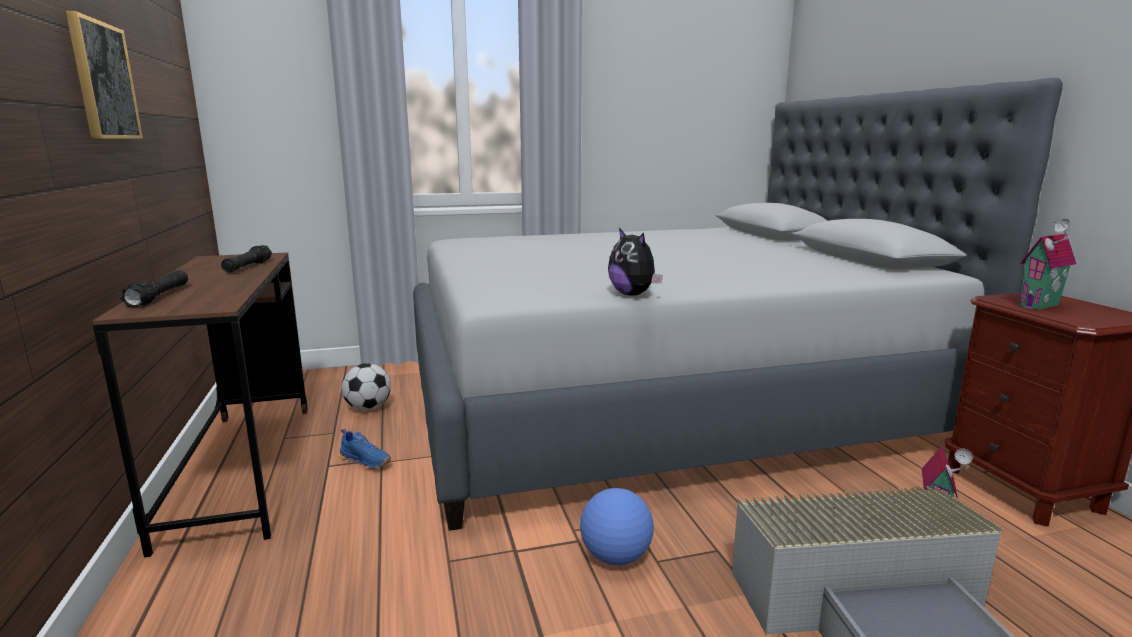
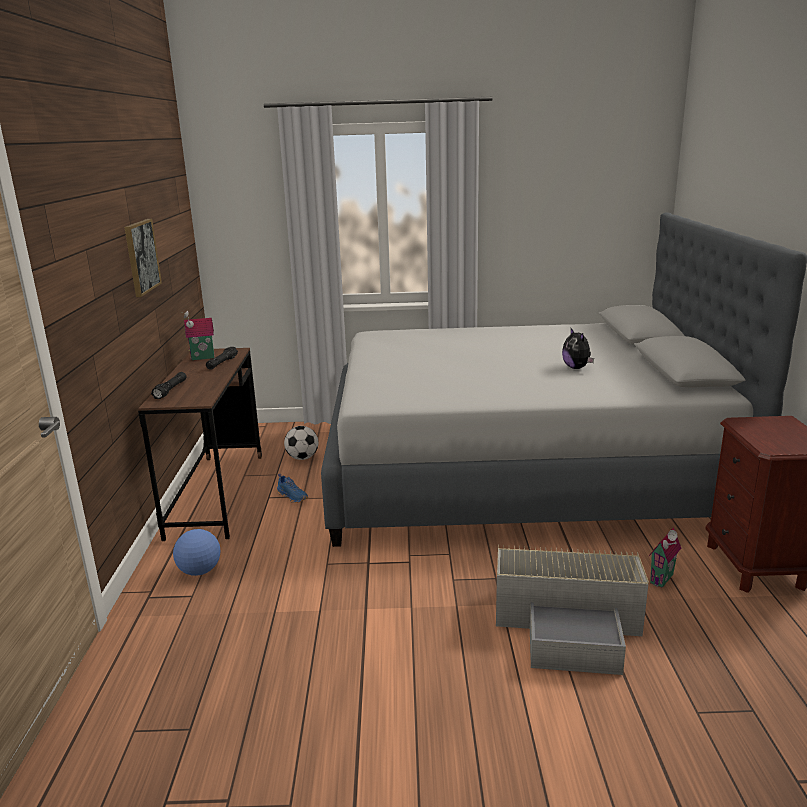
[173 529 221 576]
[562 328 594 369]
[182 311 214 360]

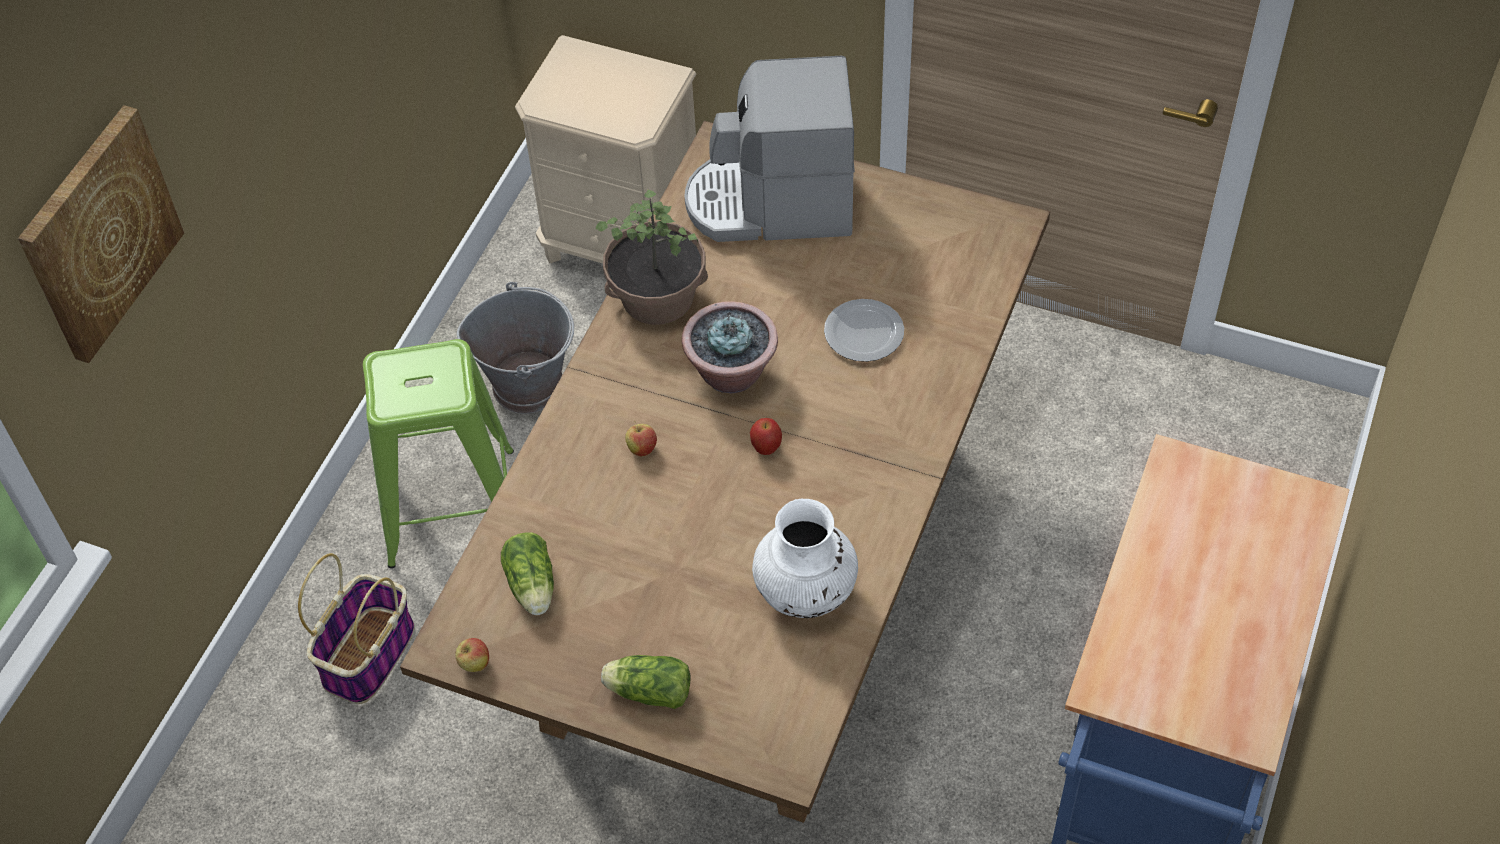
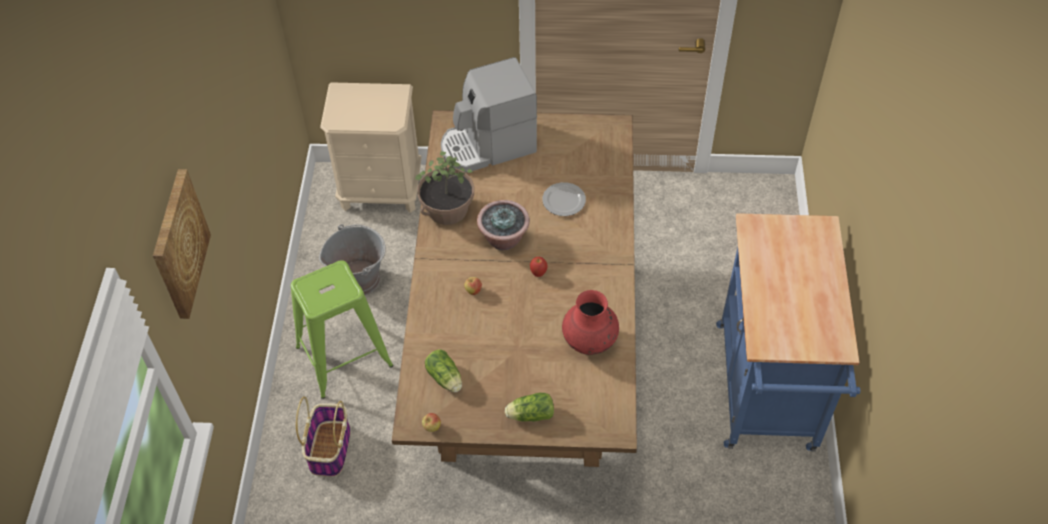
[562 290 619 355]

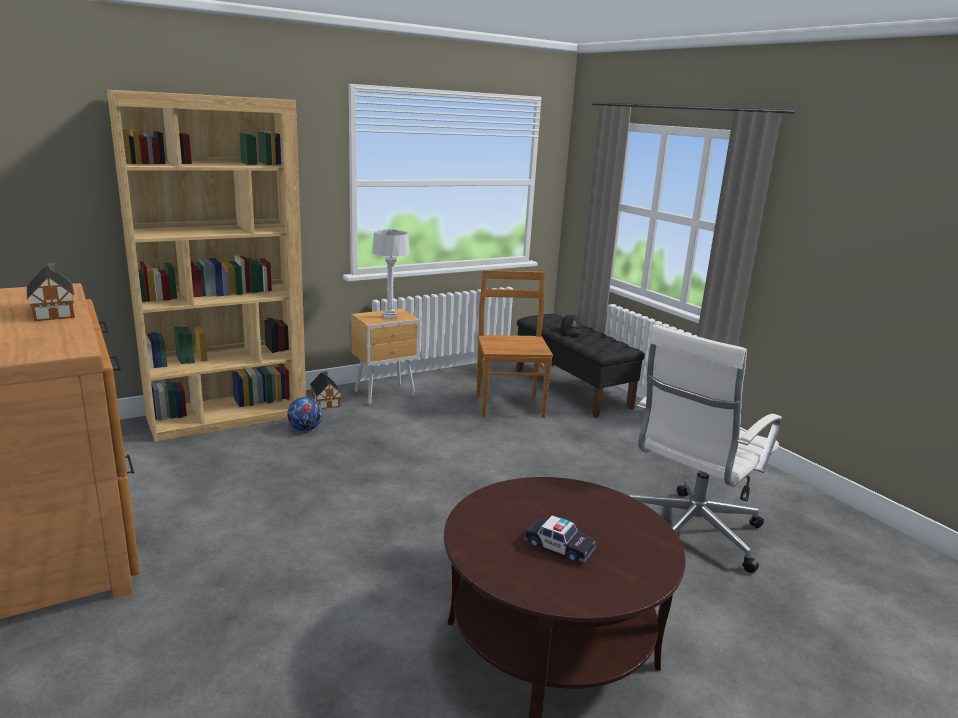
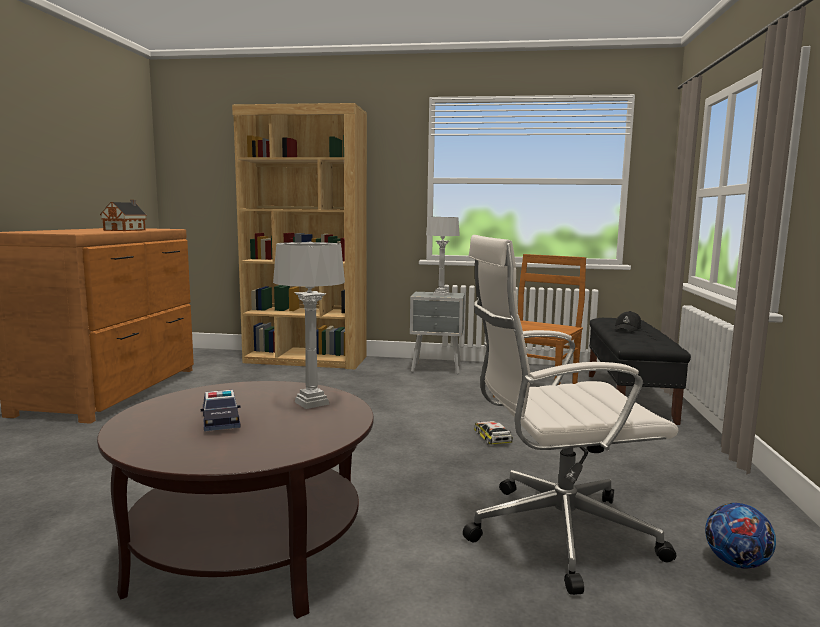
[310 371 342 409] (first image)
[273 242 345 409]
[474 421 513 445]
[705 503 776 569]
[410 292 465 375]

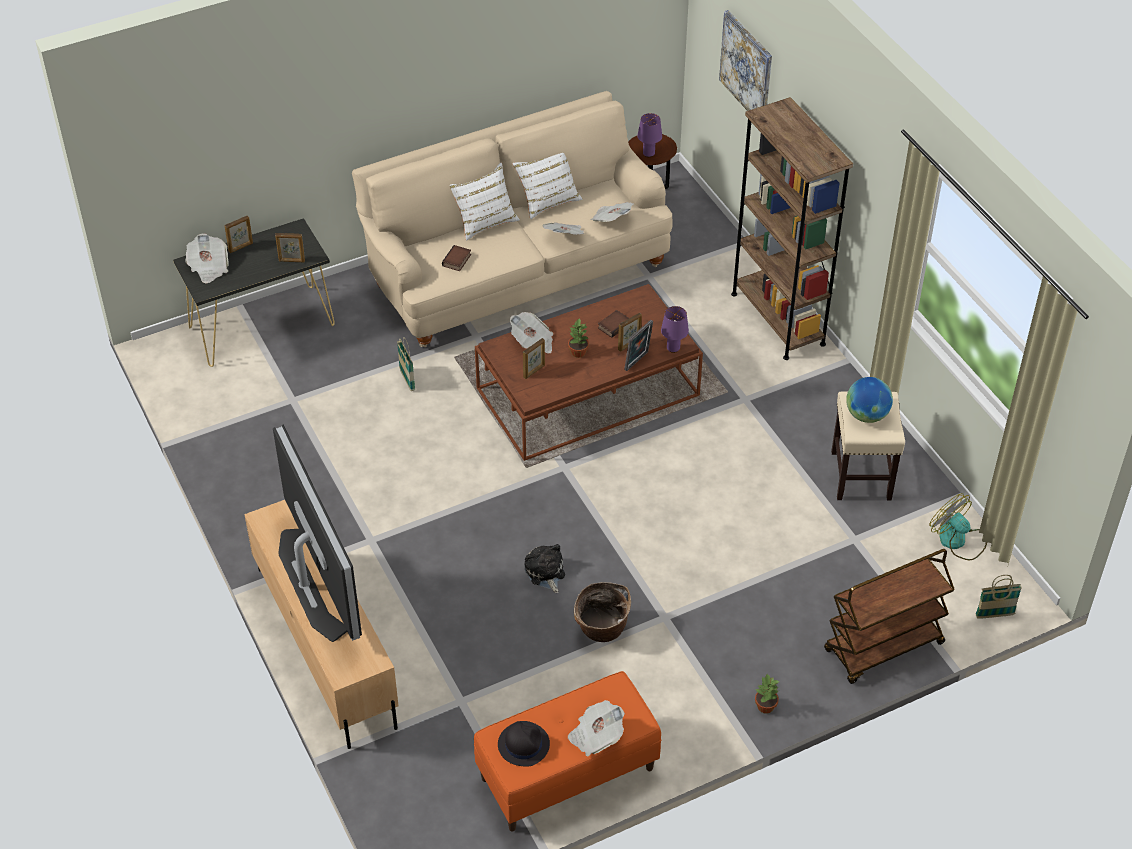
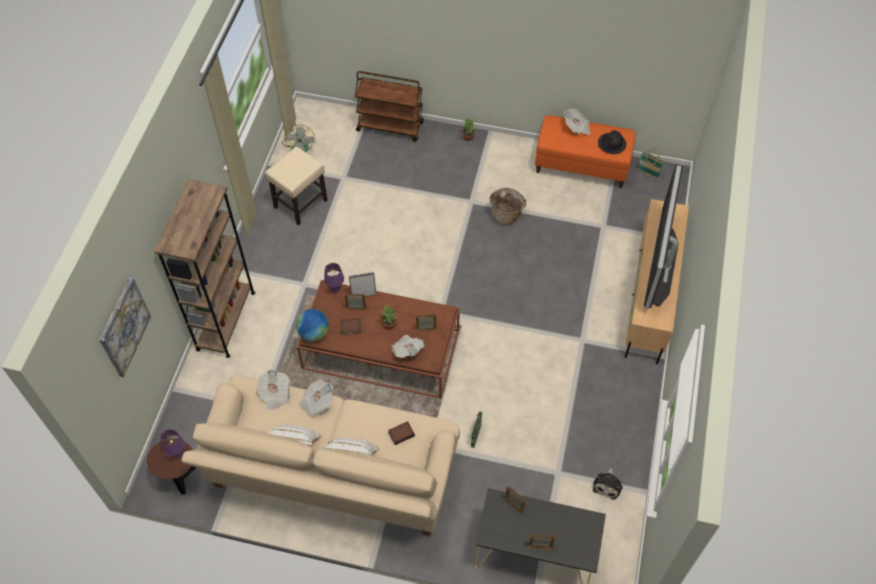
[185 233 229 284] (first image)
[593 467 623 500]
[296 309 329 342]
[637 148 664 178]

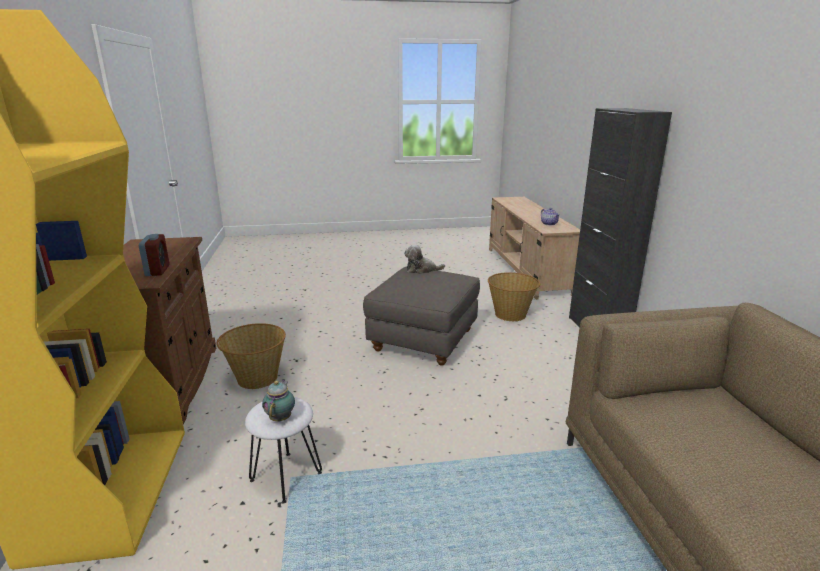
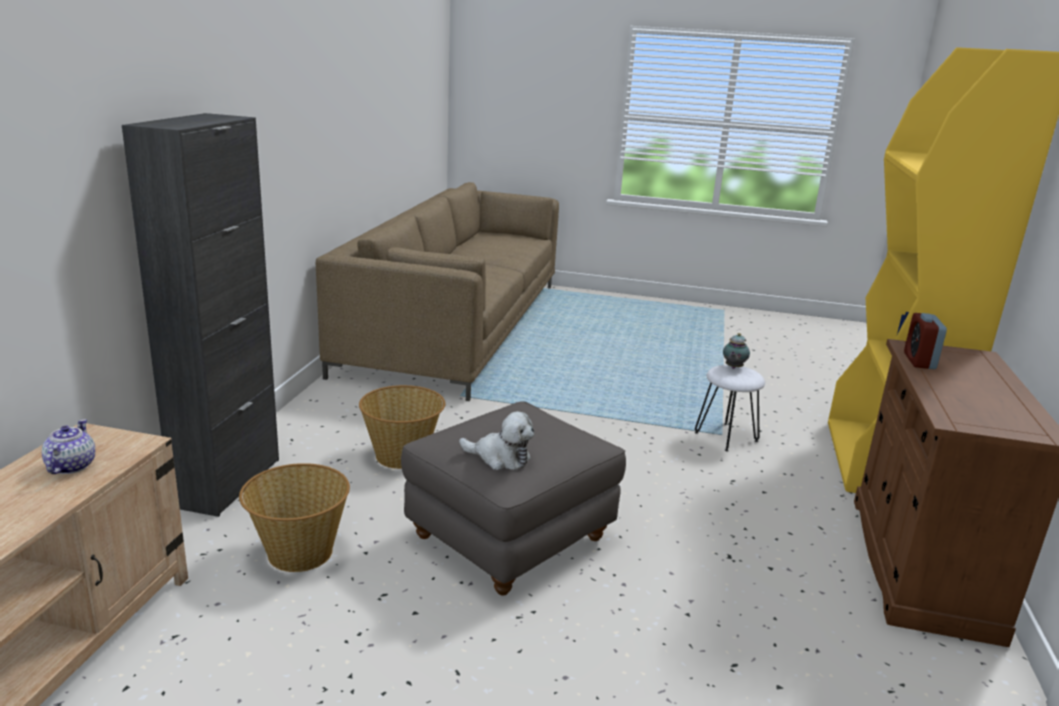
[359 385 445 469]

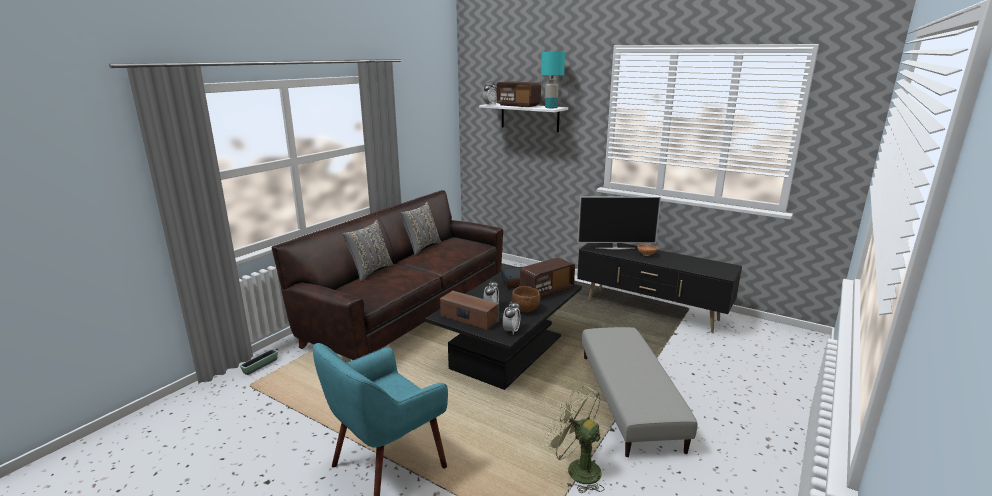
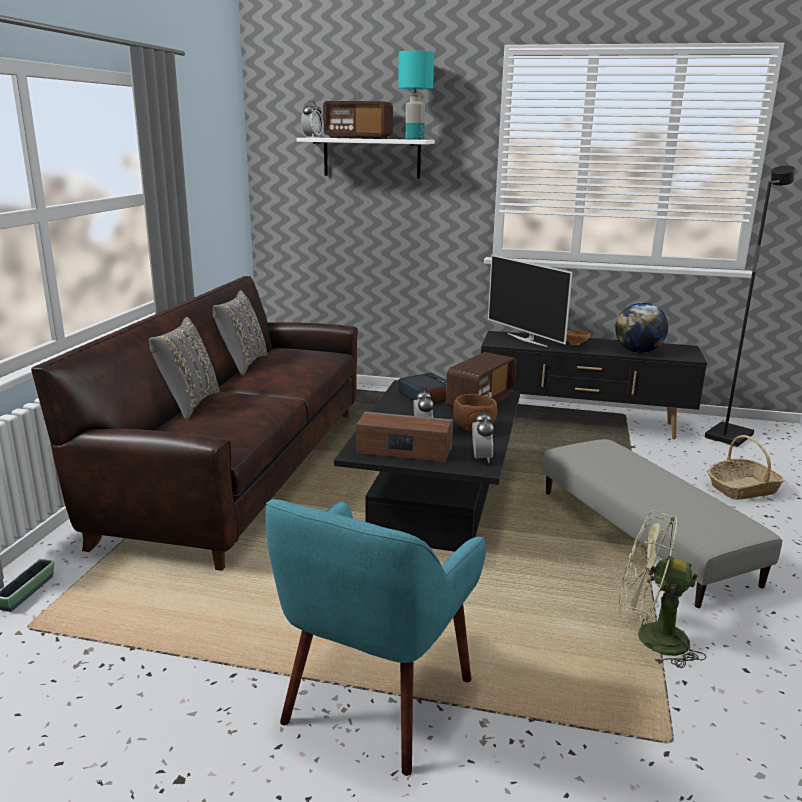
[615 302 668 353]
[705 166 795 447]
[707 435 785 500]
[488 255 573 347]

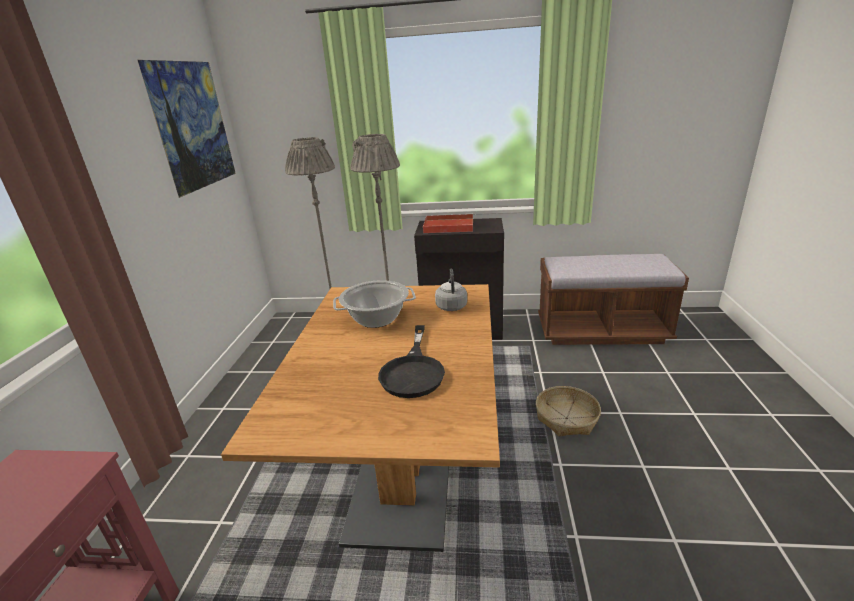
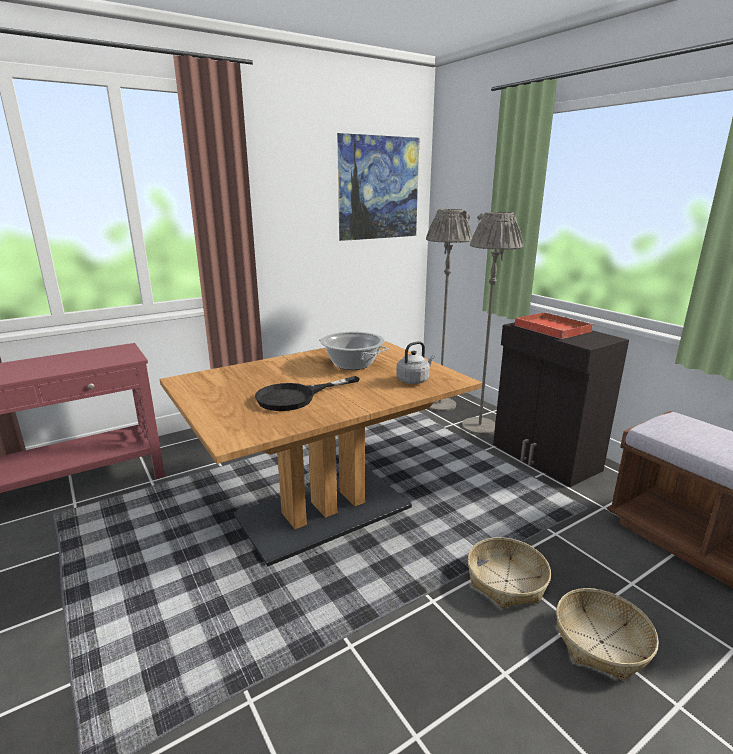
[556 588 659 681]

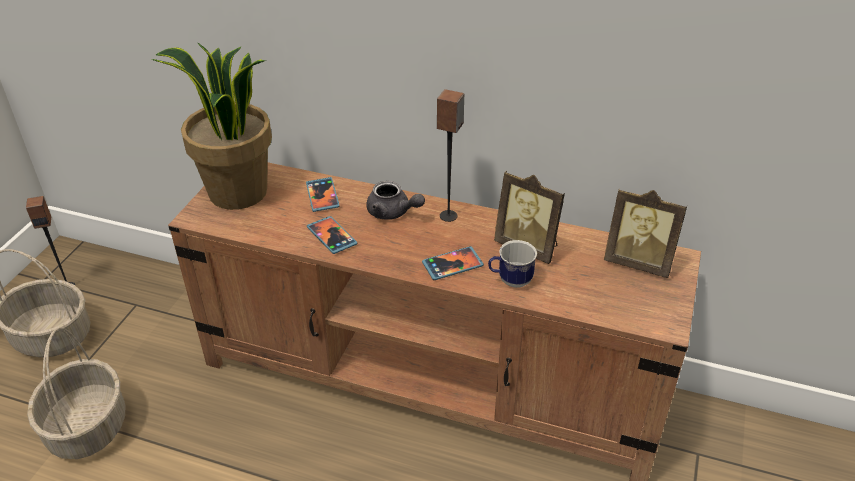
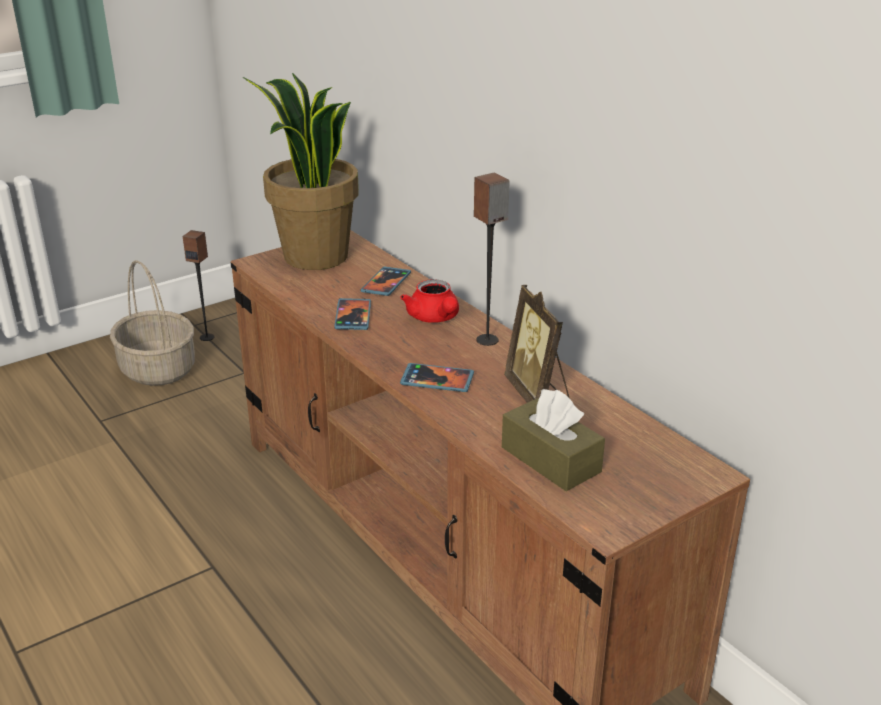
[27 328 125 459] (first image)
[488 240 537 288] (first image)
[604 188 687 278] (first image)
[502 389 605 491]
[400 279 459 323]

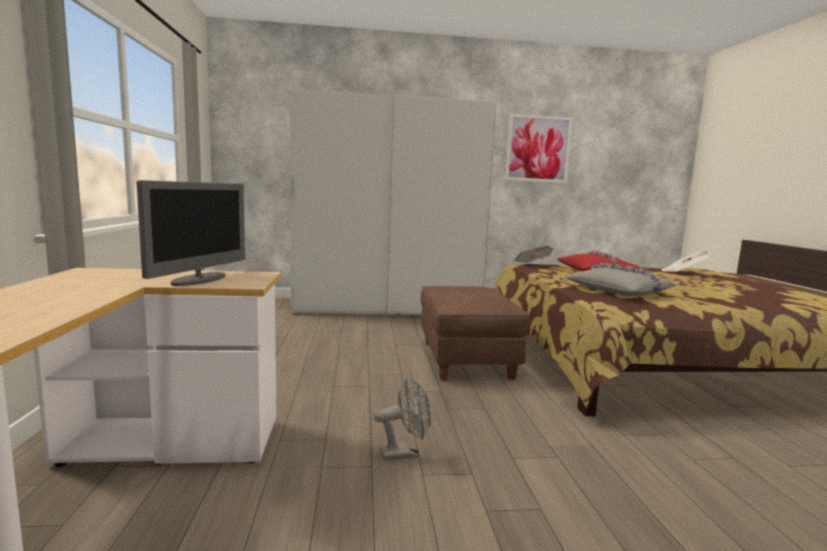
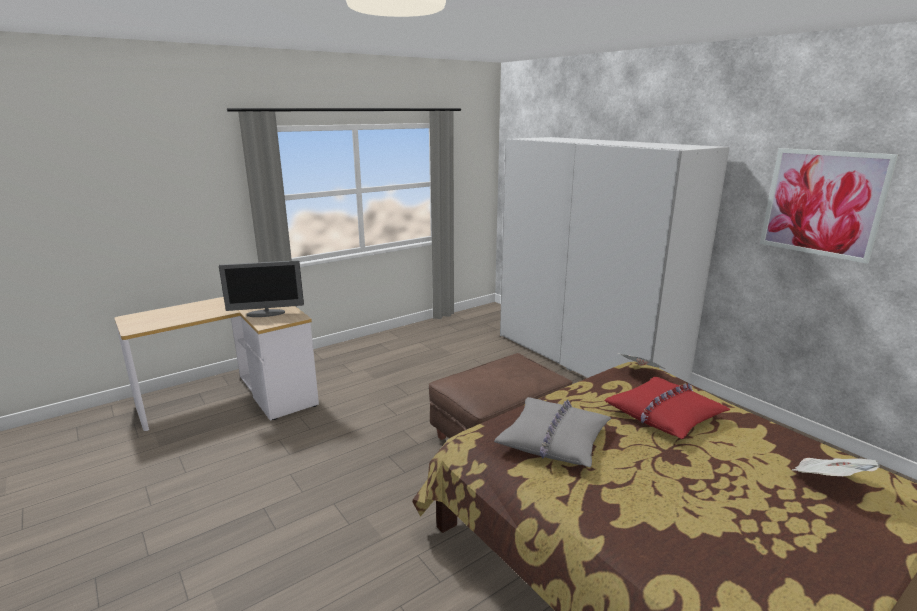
[374 378 431 460] (first image)

